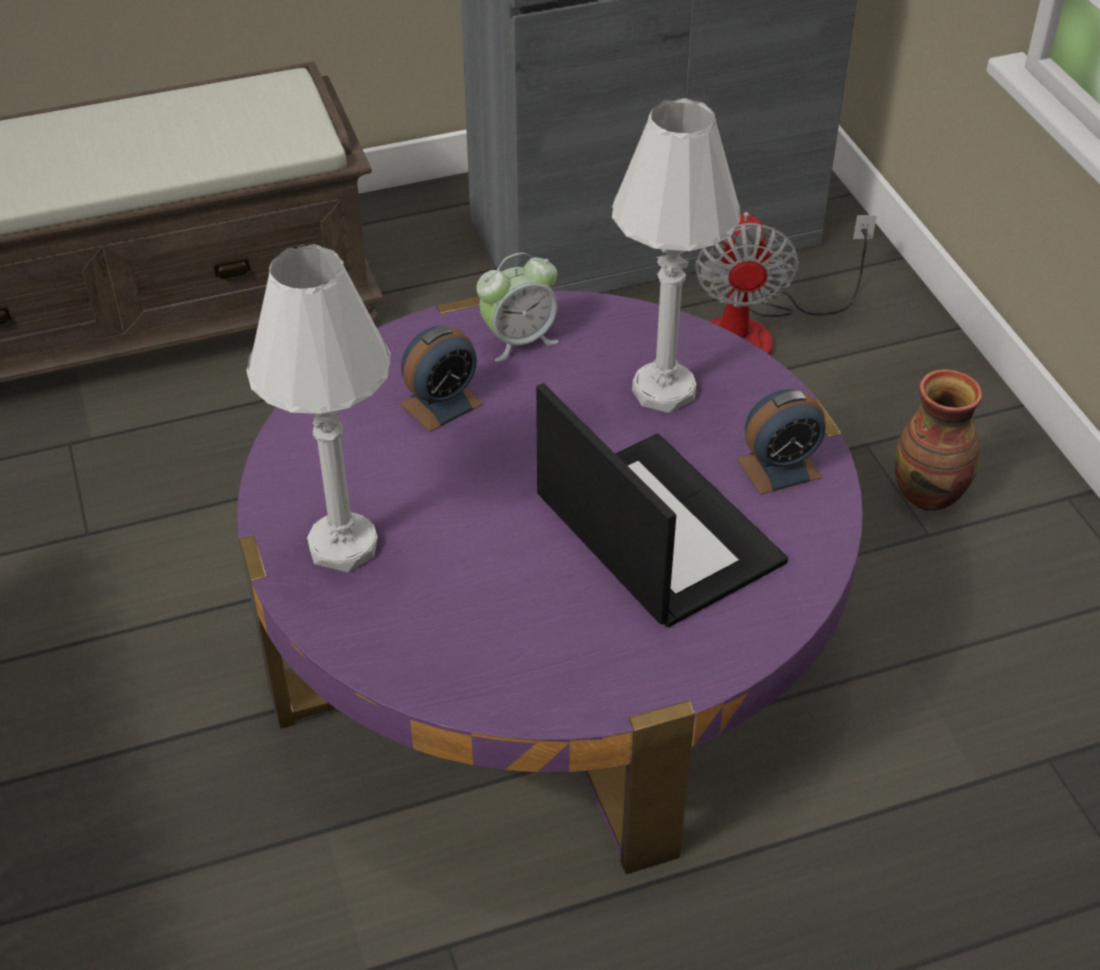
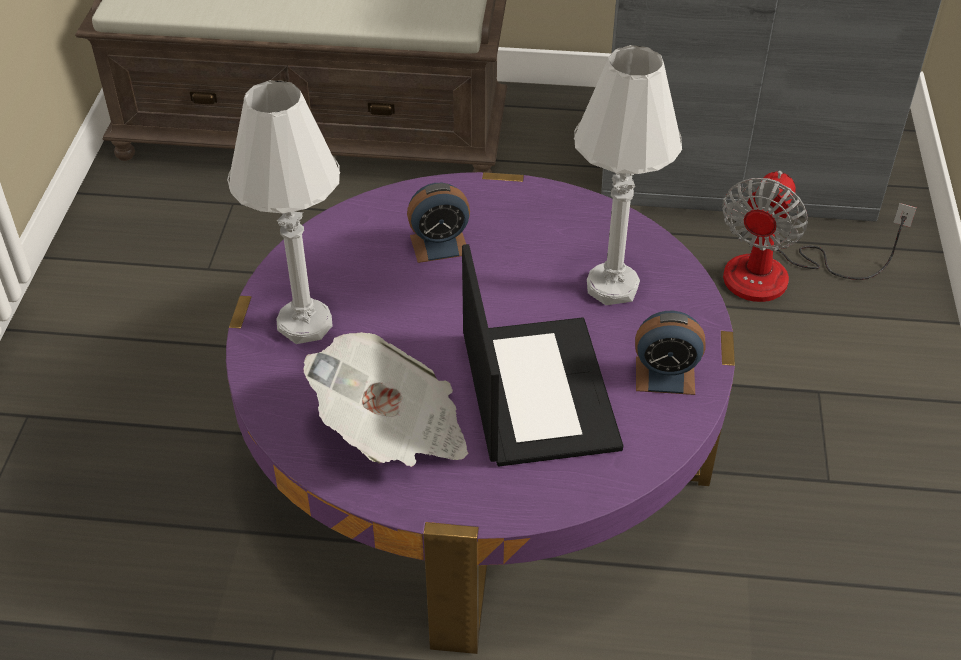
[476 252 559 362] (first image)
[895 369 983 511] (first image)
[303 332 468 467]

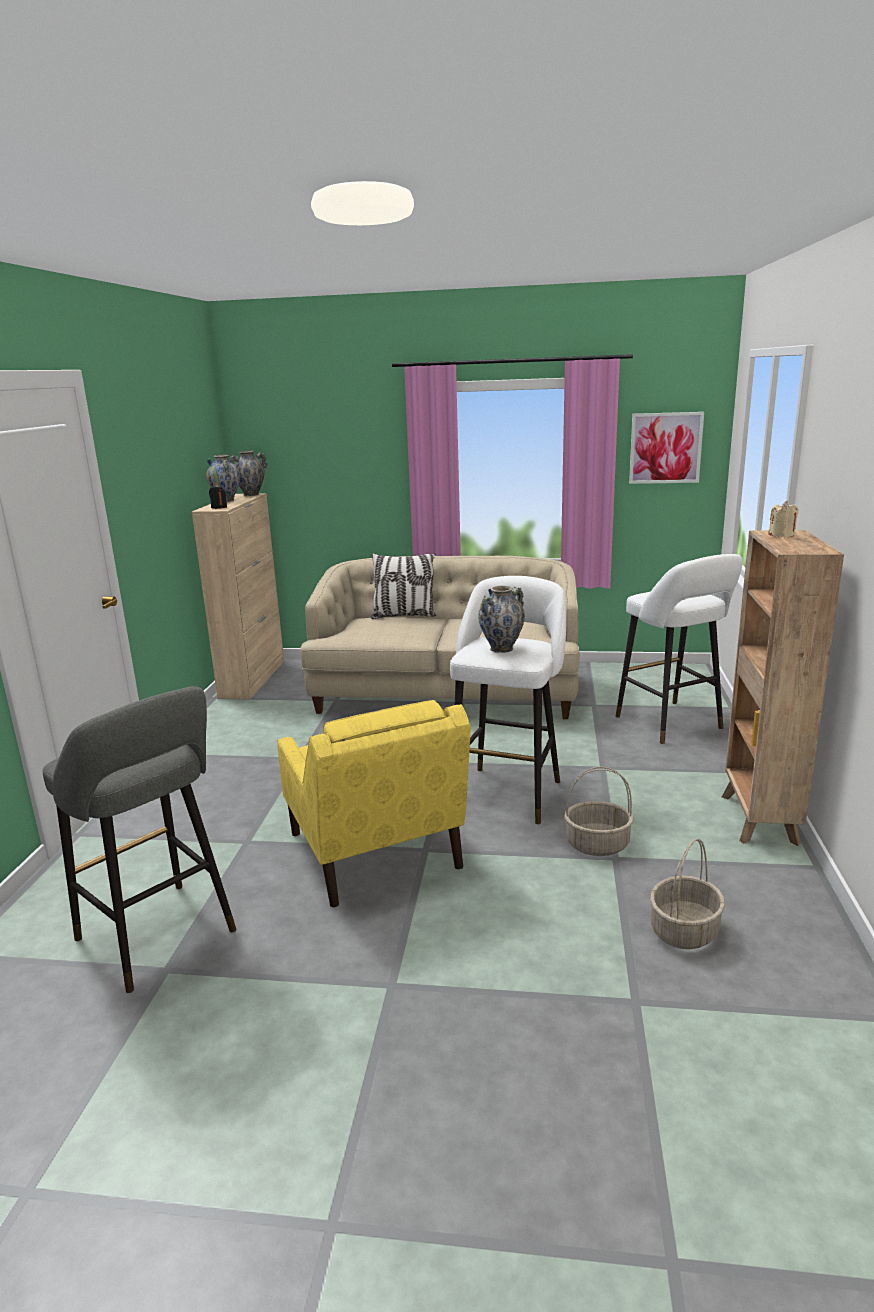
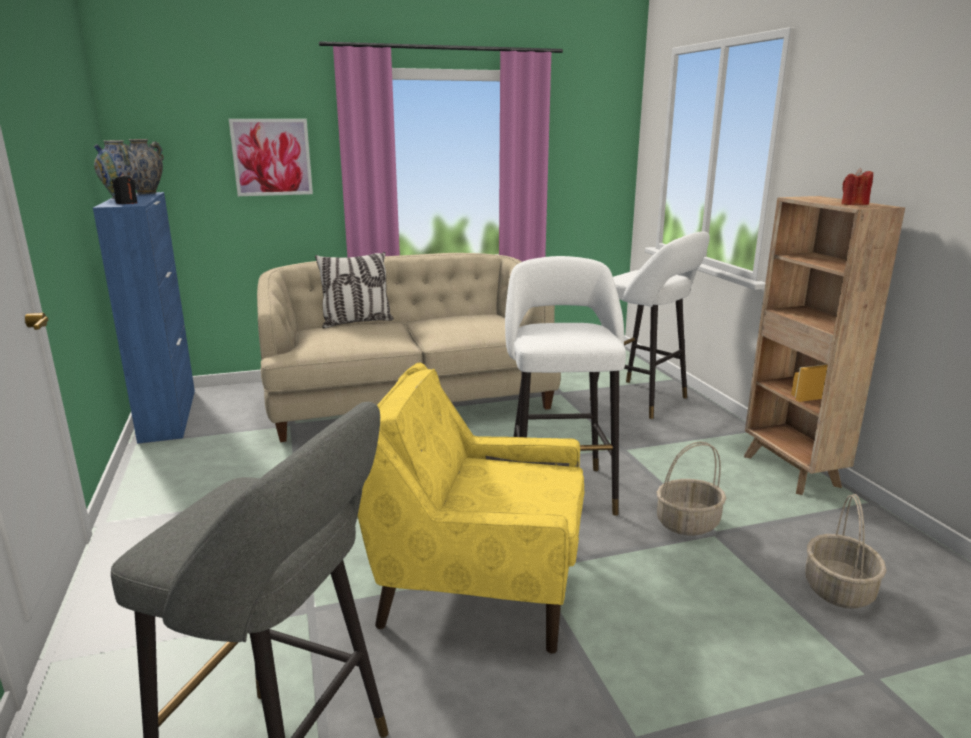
[478 586 525 653] (first image)
[768 501 798 537] (first image)
[841 168 873 205]
[229 119 313 196]
[93 192 195 444]
[358 363 584 654]

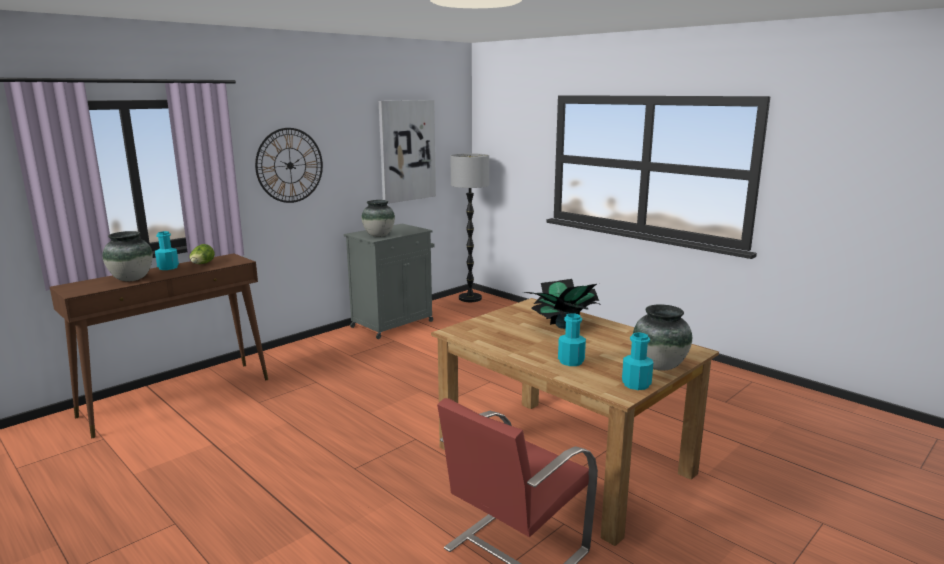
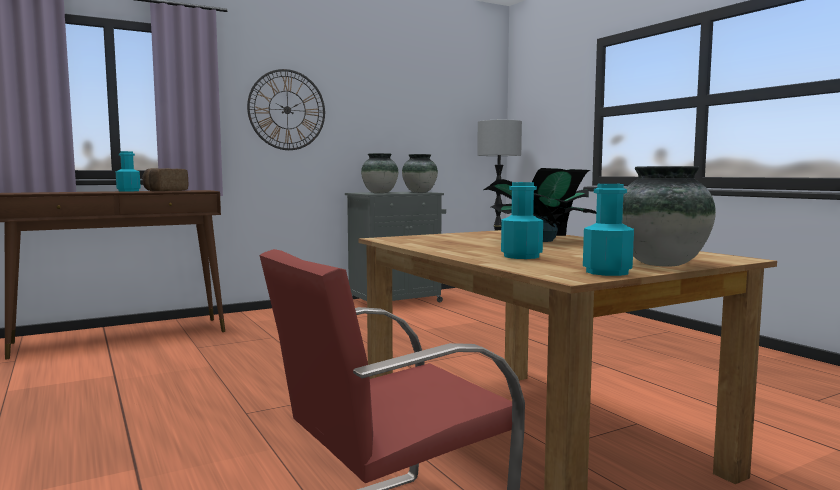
[379 100 436 204] (first image)
[402 154 438 193]
[142 168 188 191]

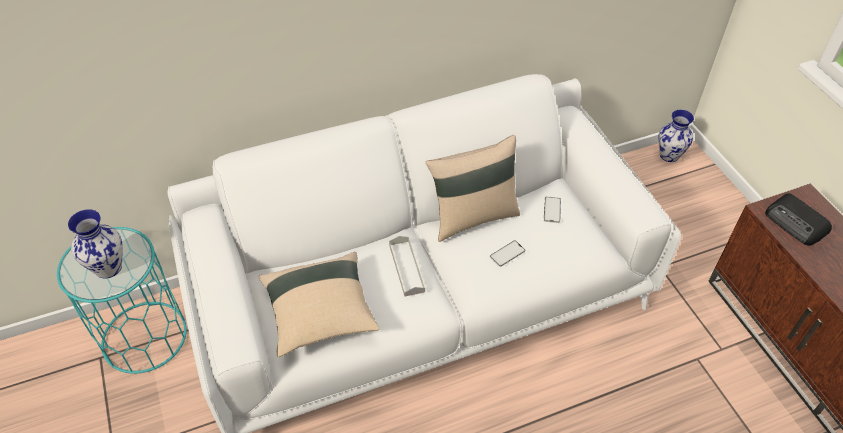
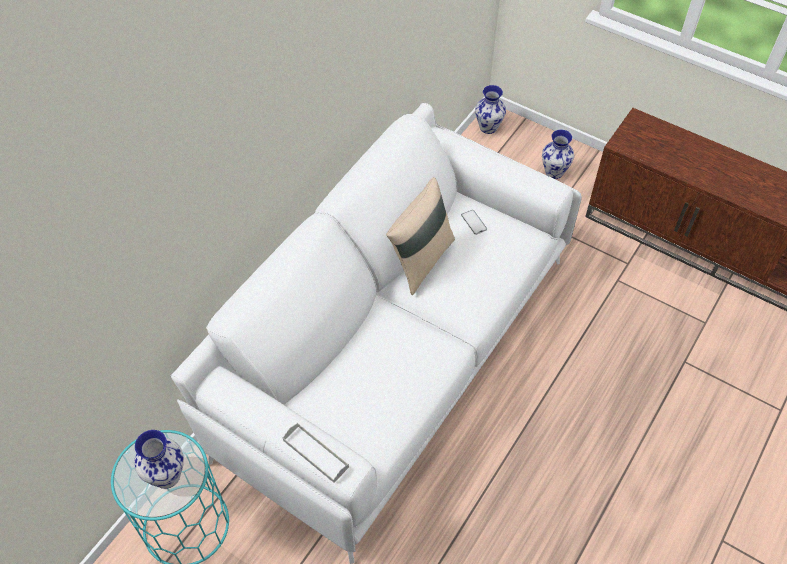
[258 252 380 357] (first image)
[490 240 525 267] (first image)
[765 193 832 245] (first image)
[542 130 574 179]
[283 423 349 483]

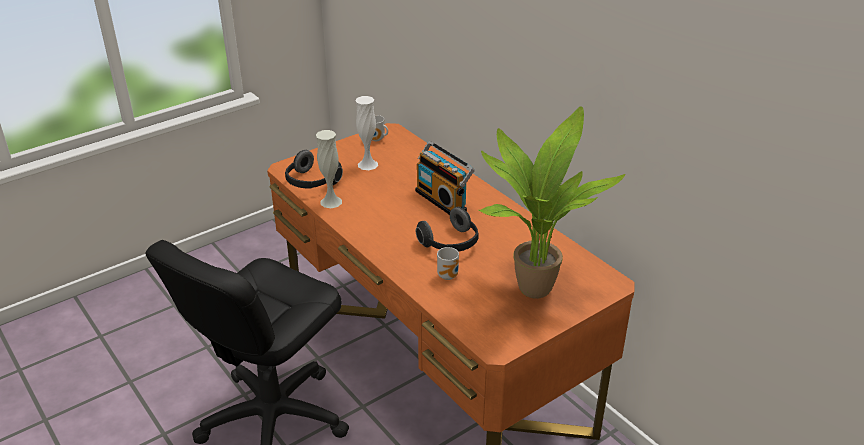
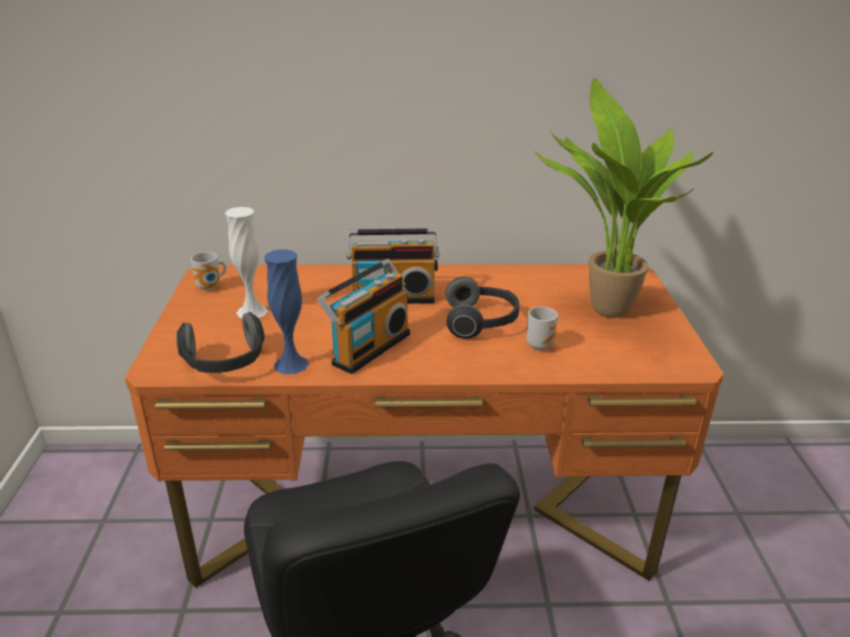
[317 259 410 374]
[264 249 309 374]

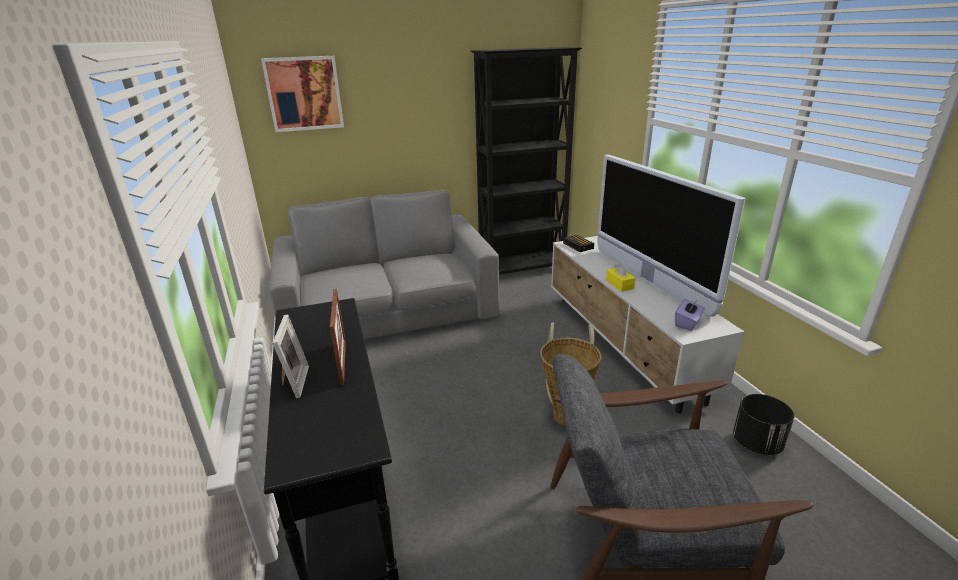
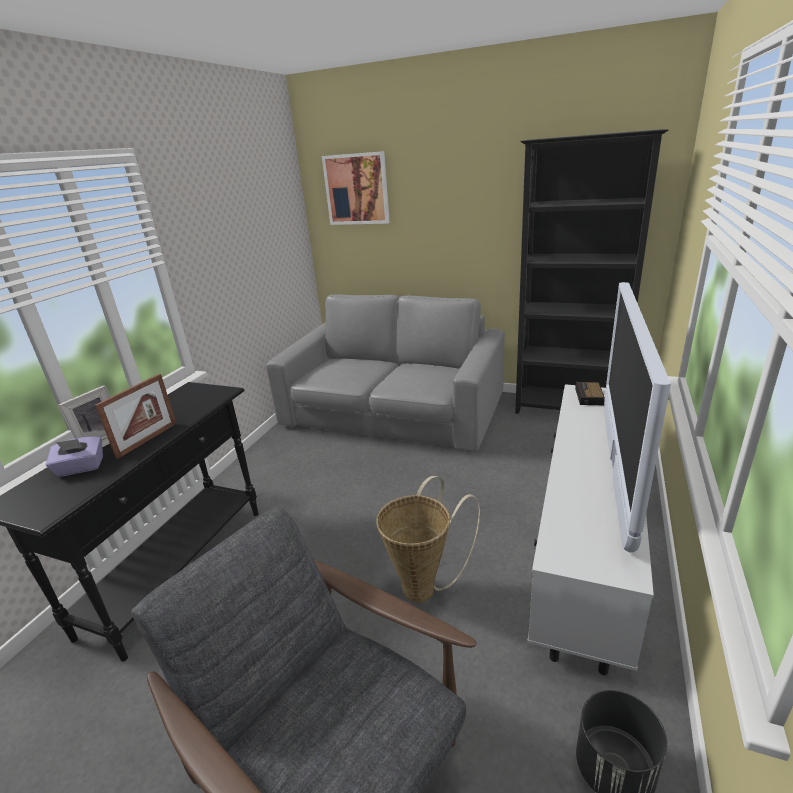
[606 263 636 292] (first image)
[46 436 103 477]

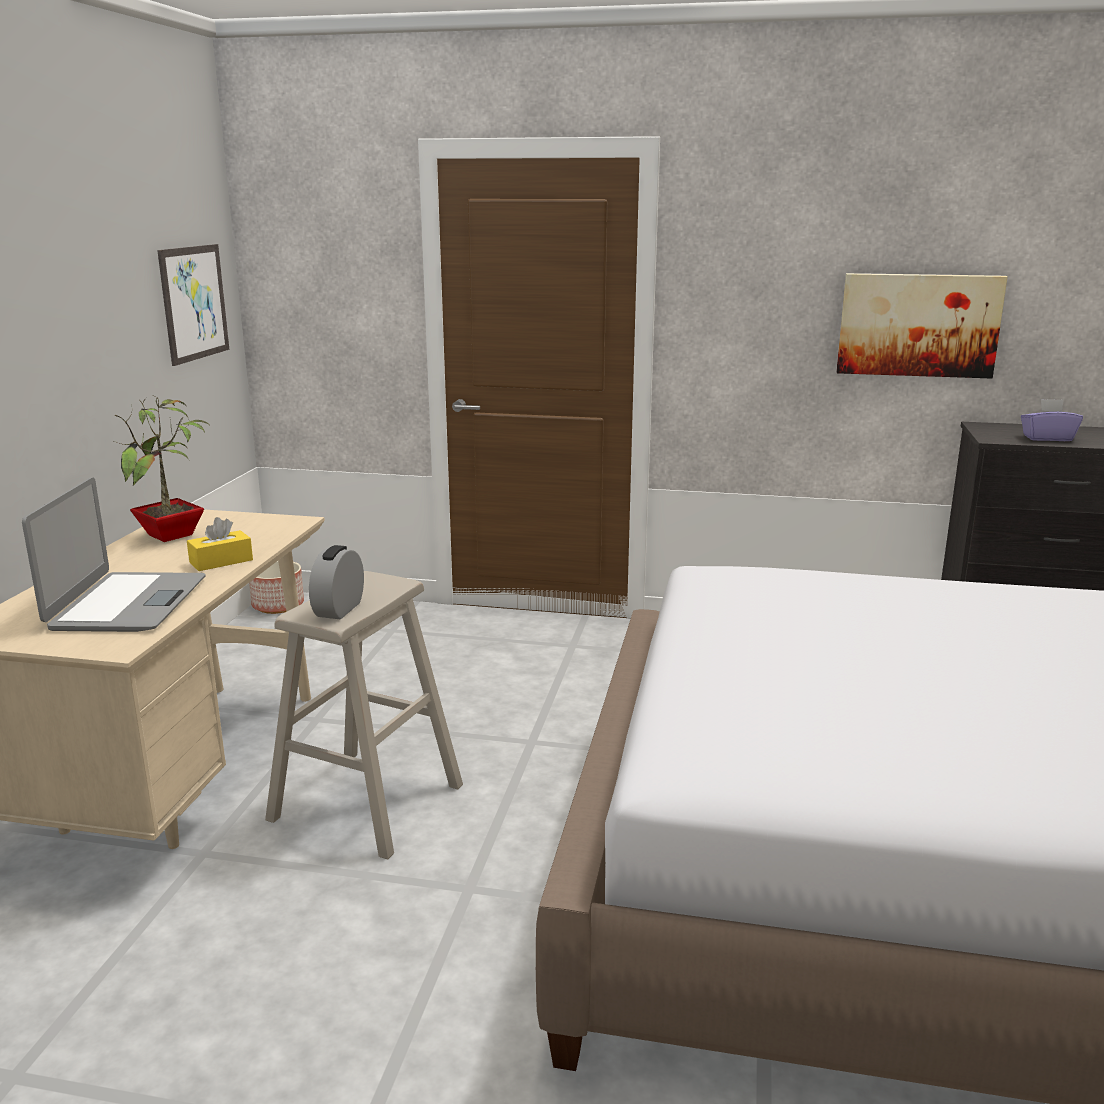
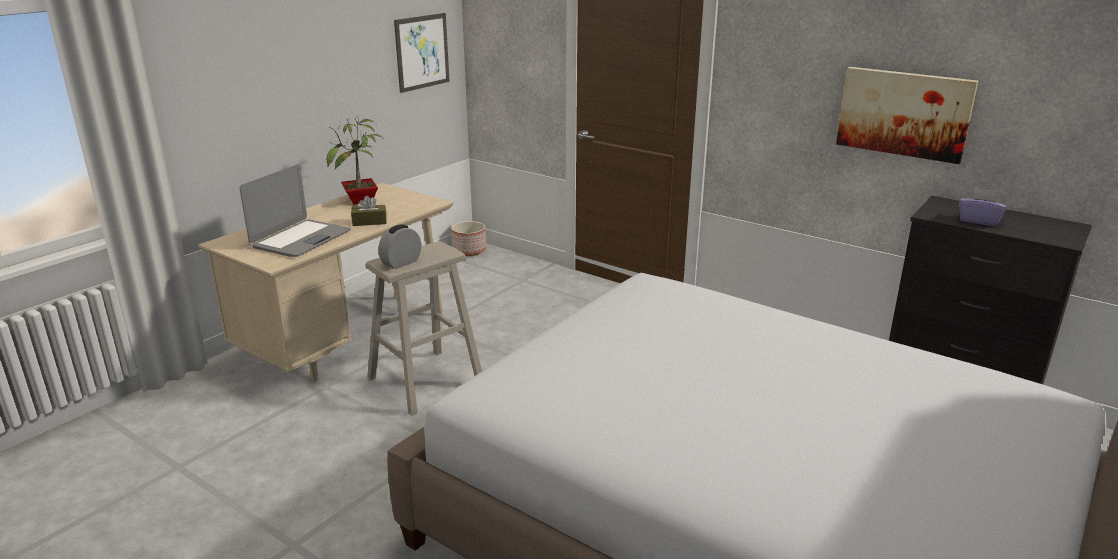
[351 196 387 226]

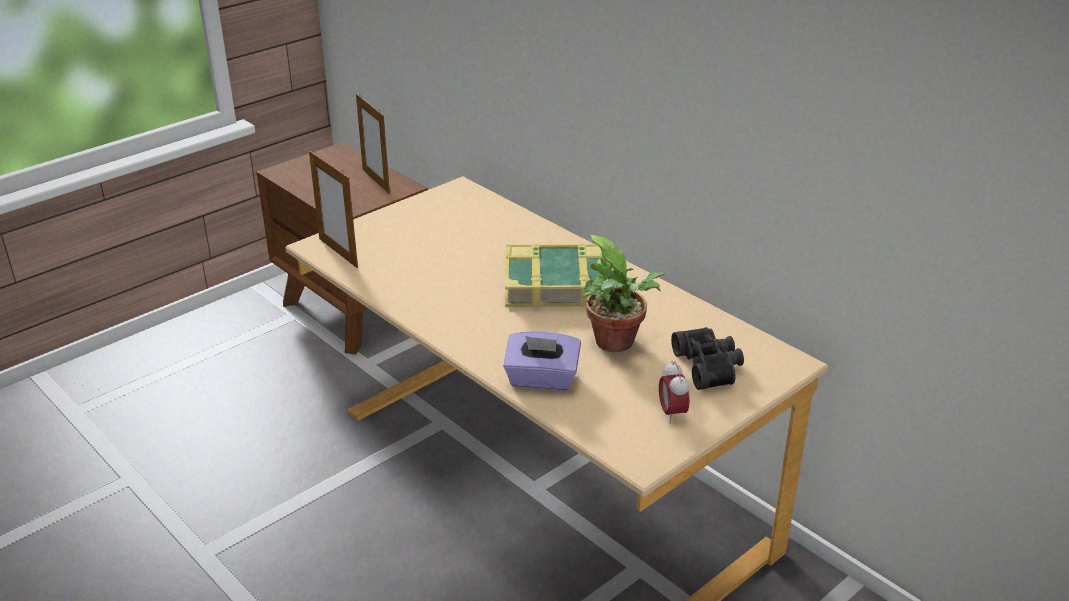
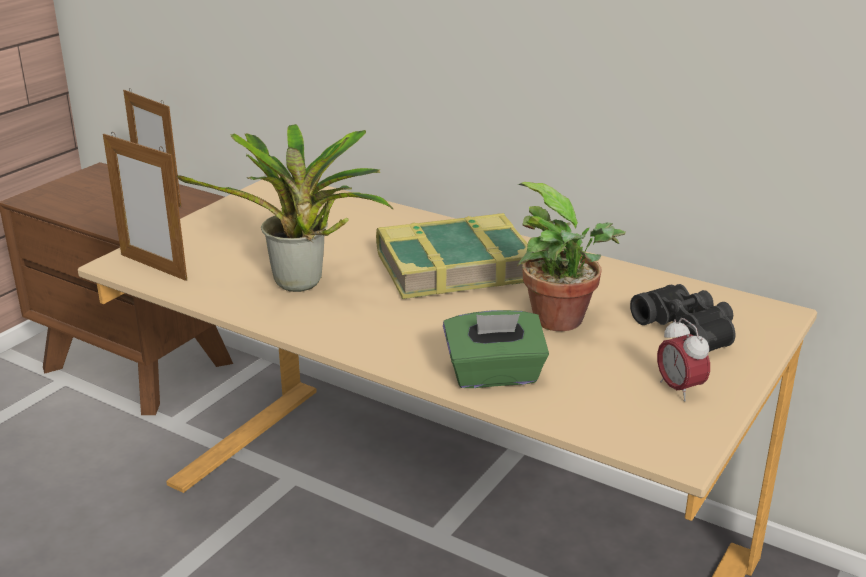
[177 124 393 292]
[443 310 549 388]

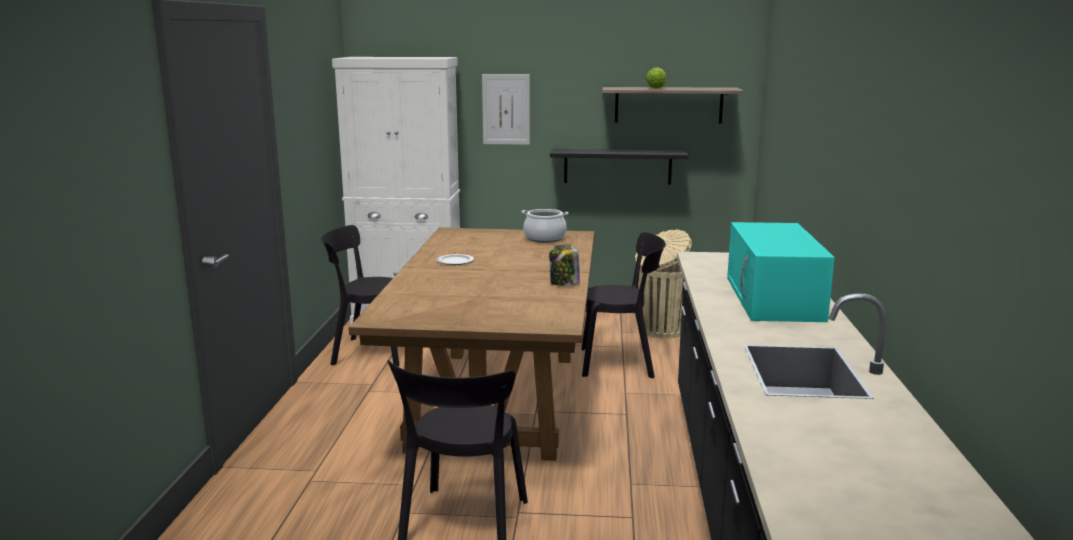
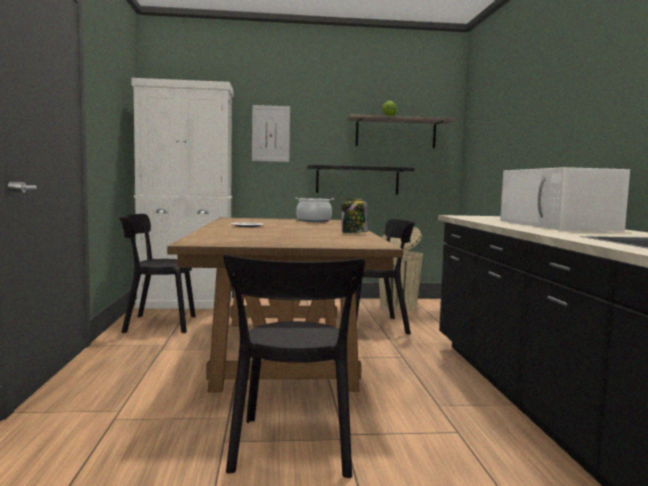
[500 167 630 231]

